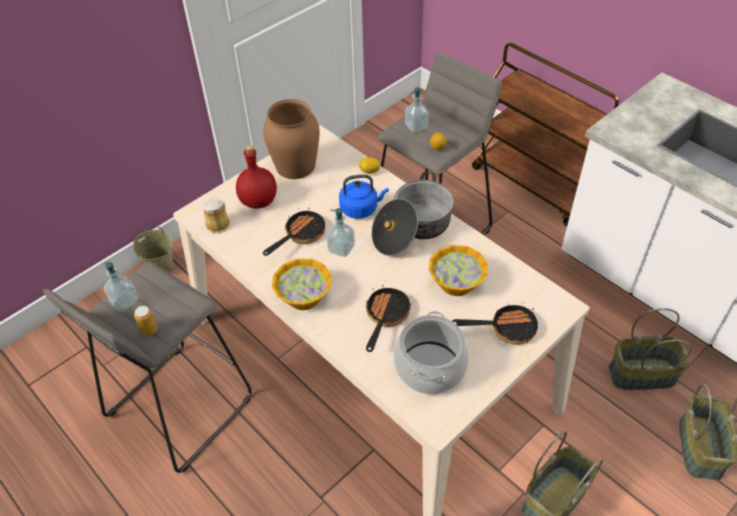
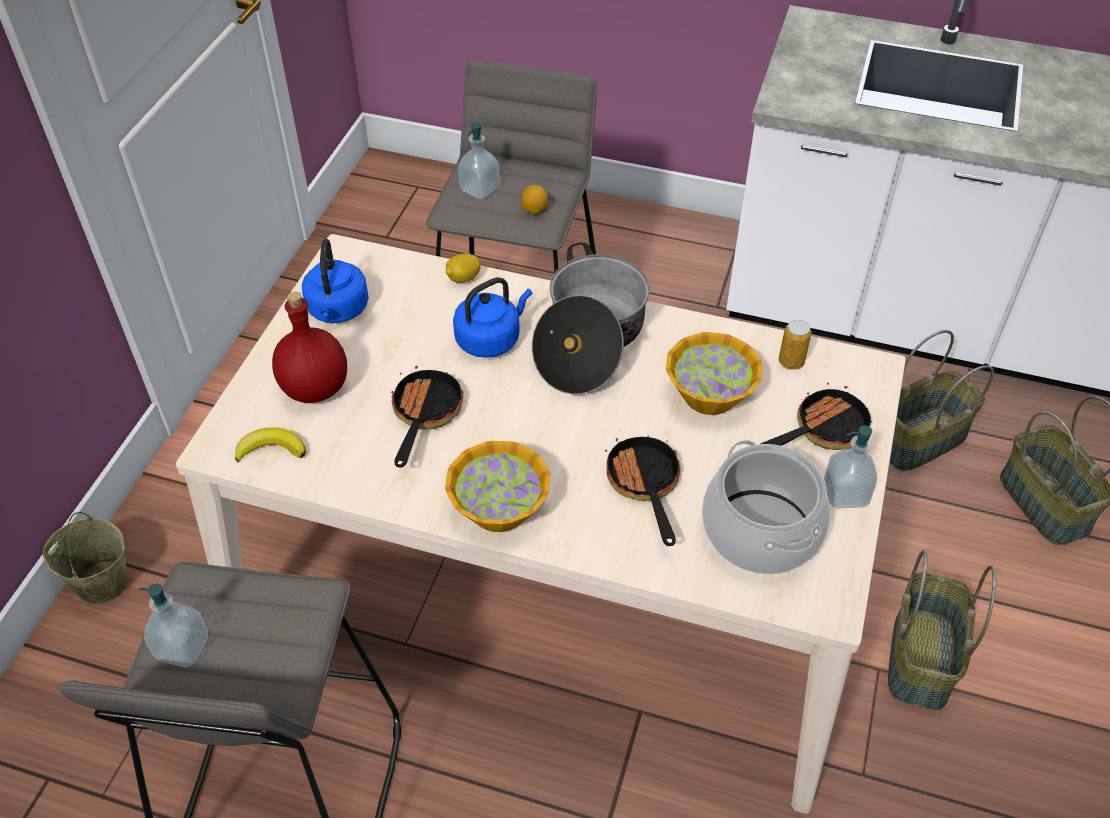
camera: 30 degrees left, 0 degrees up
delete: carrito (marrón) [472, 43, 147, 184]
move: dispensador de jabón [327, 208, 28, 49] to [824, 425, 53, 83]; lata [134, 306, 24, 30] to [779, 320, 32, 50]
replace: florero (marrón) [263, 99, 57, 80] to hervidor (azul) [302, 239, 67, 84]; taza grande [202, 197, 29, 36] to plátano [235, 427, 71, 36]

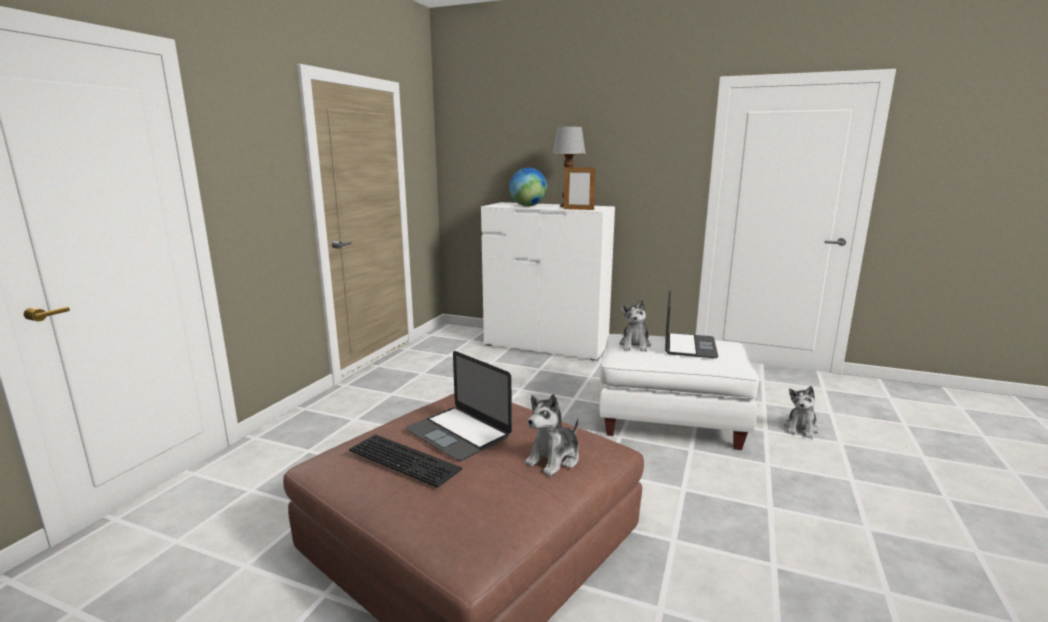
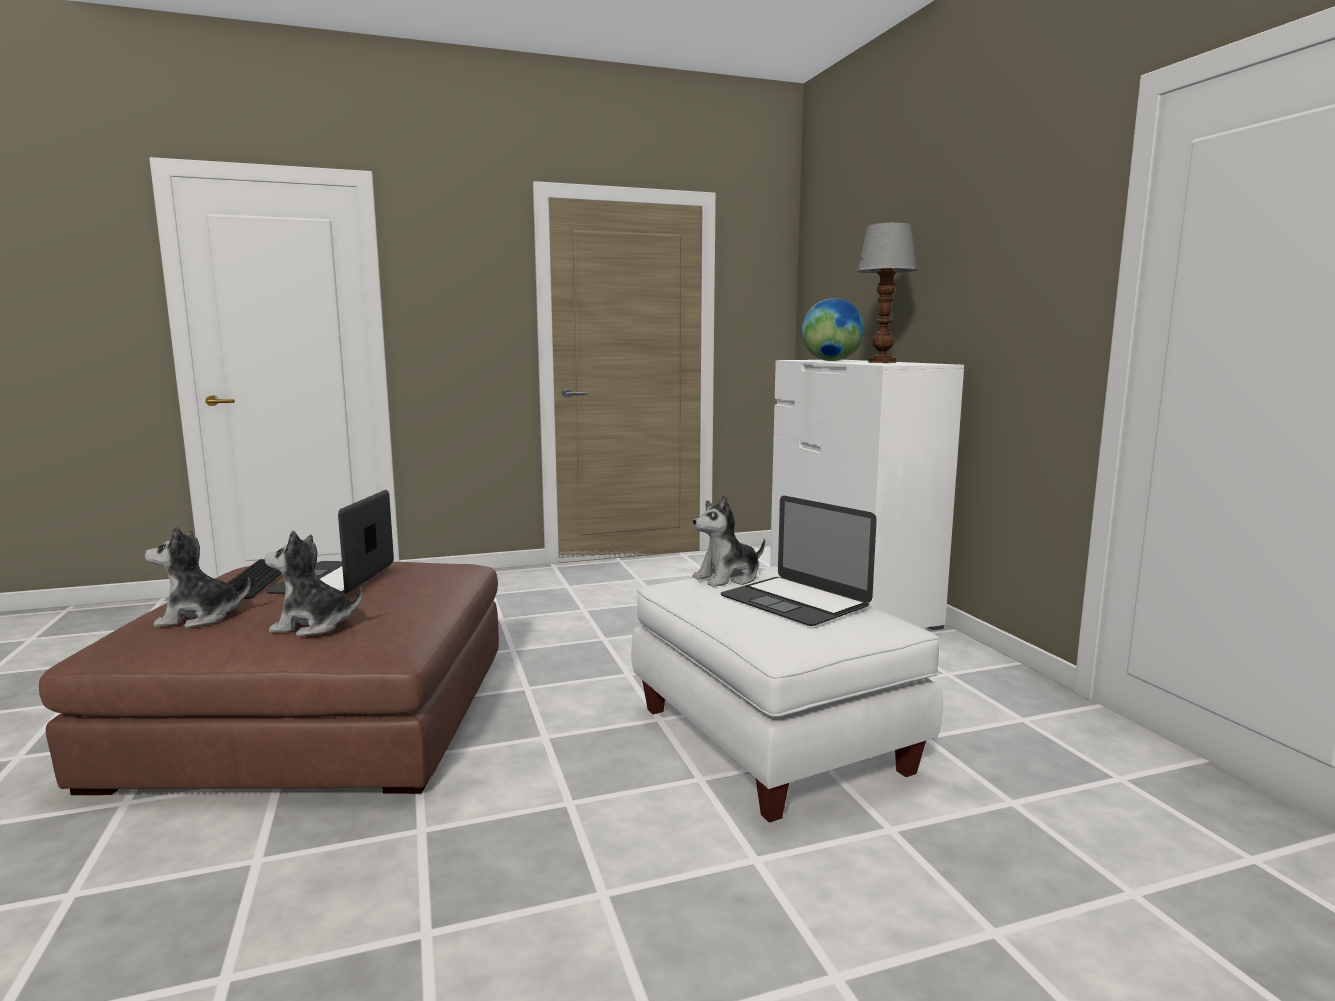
camera: 50 degrees right, 5 degrees down
delete: portarretratos [564, 166, 32, 44]
move: peluche [784, 386, 35, 53] to [145, 526, 106, 102]
rotate: portátil [665, 291, 53, 67] = [721, 496, 156, 130] 75 degrees clockwise

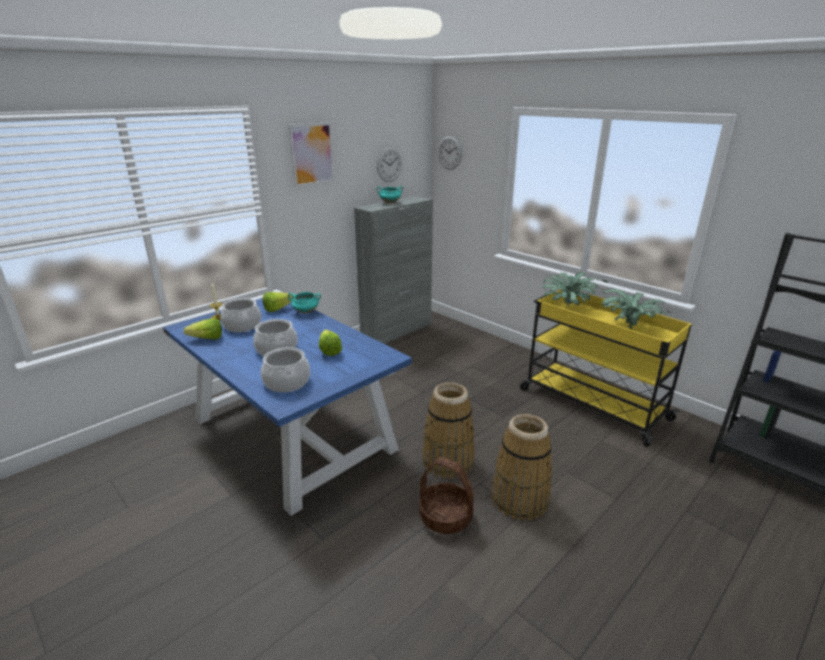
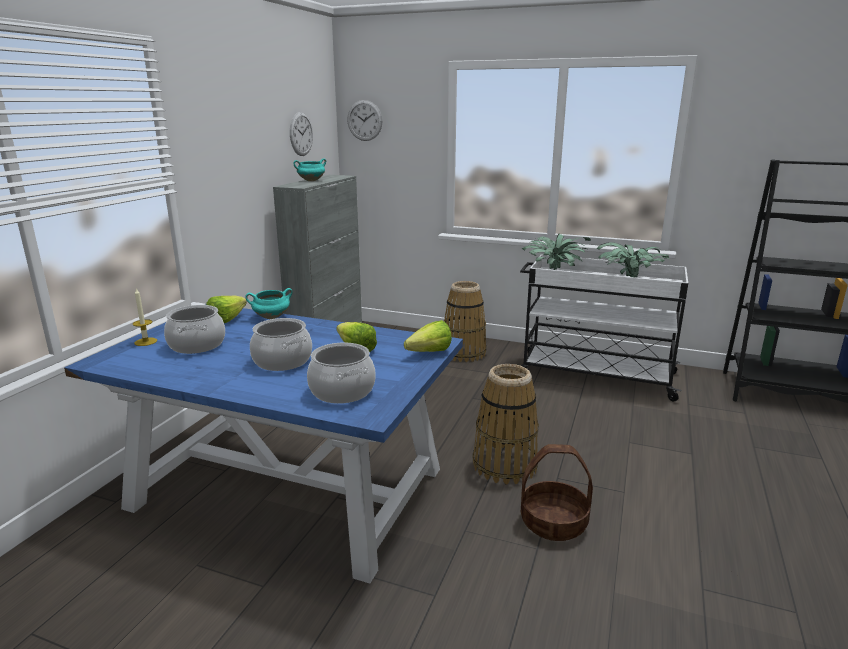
camera: 25 degrees left, 5 degrees down
delete: cuadro [289, 122, 46, 65]
move: lechuga [183, 318, 39, 21] to [404, 320, 48, 32]; cesta [491, 414, 61, 107] to [444, 281, 43, 81]
recolor: carrito (amarillo) [520, 290, 172, 157] to carrito (blanco) [520, 254, 168, 148]

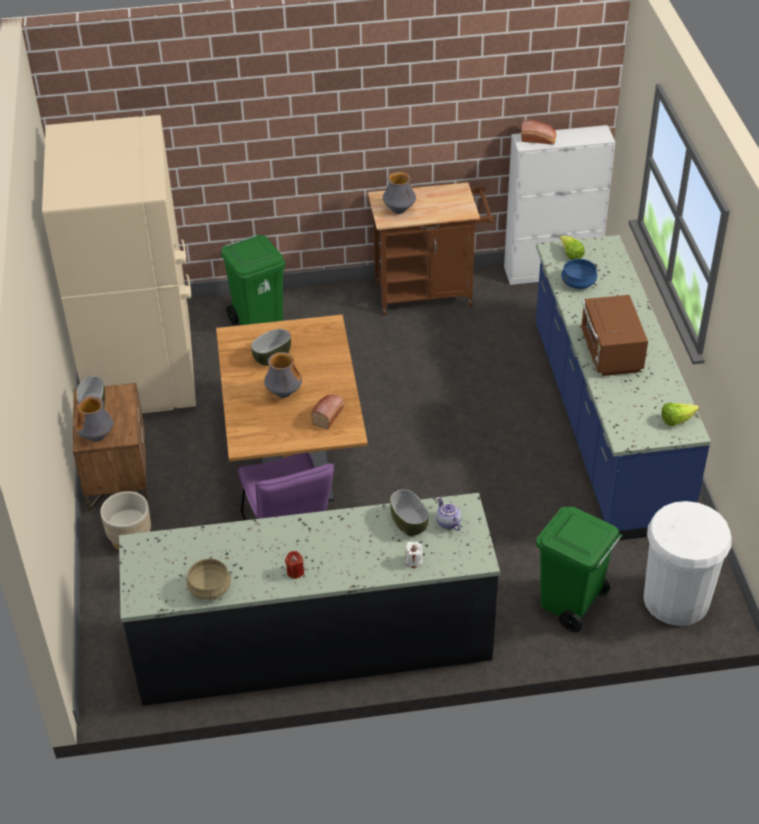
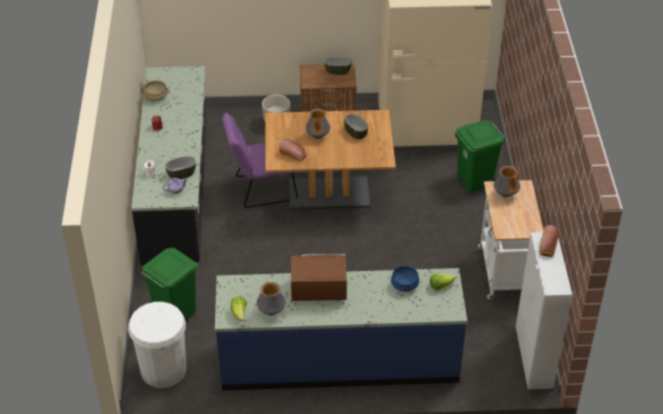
camera: 95 degrees right, 0 degrees up
move: florero [75, 396, 38, 46] to [257, 282, 29, 34]
recolor: carrito (marrón) [368, 182, 127, 133] to carrito (blanco) [478, 180, 66, 119]

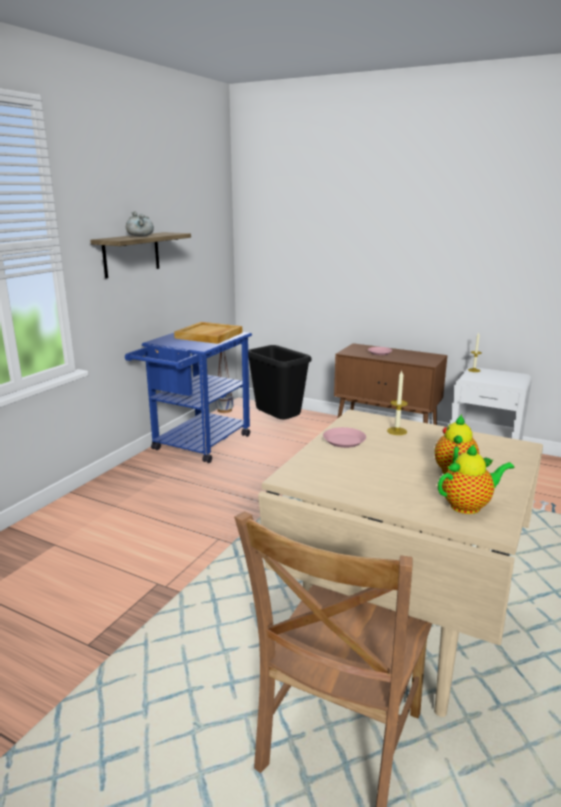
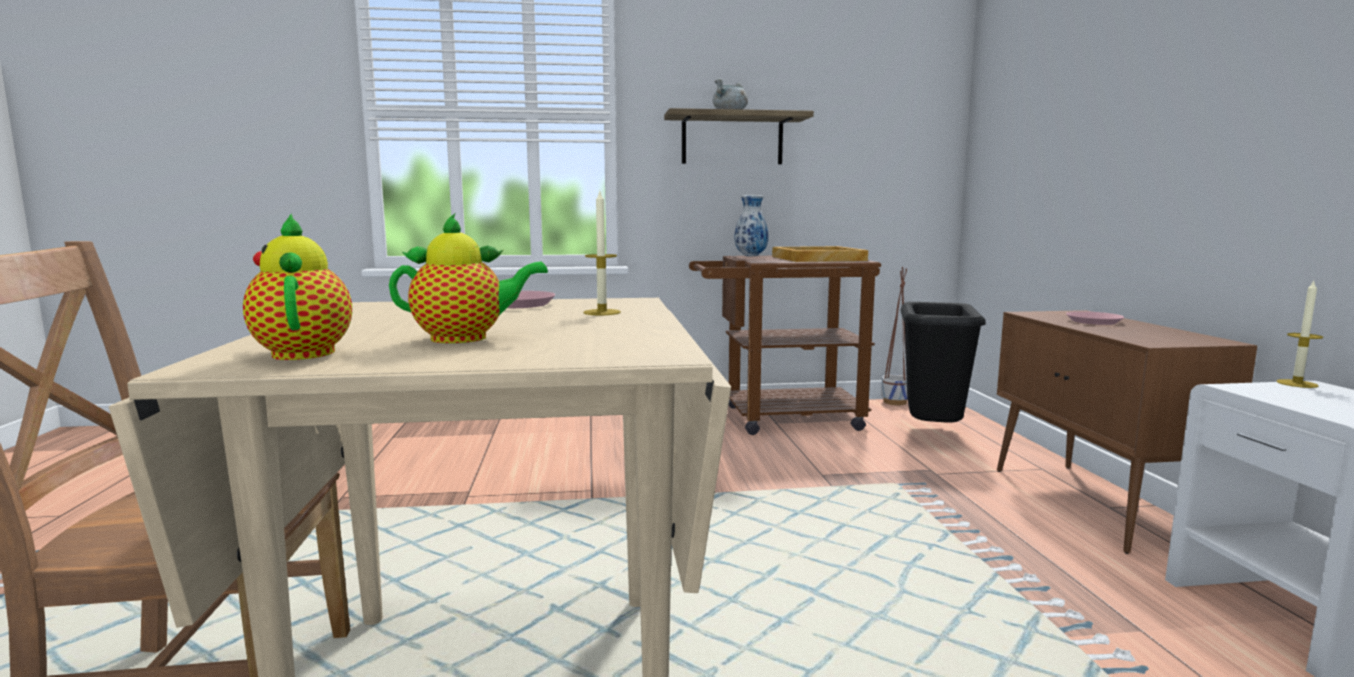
camera: 55 degrees right, 10 degrees down
insert: florero [735, 195, 34, 61]
recolor: carrito (azul) [125, 332, 127, 131] to carrito (marrón) [689, 256, 192, 179]
rotate: tetera [438, 444, 77, 70] = [243, 214, 109, 146] 150 degrees counterclockwise

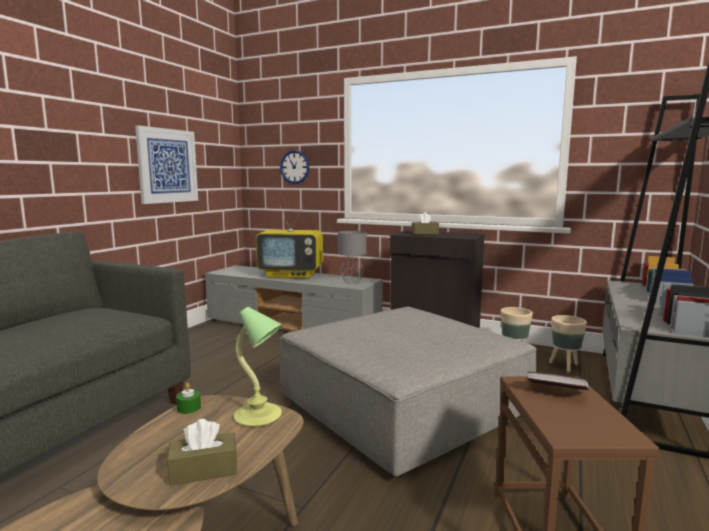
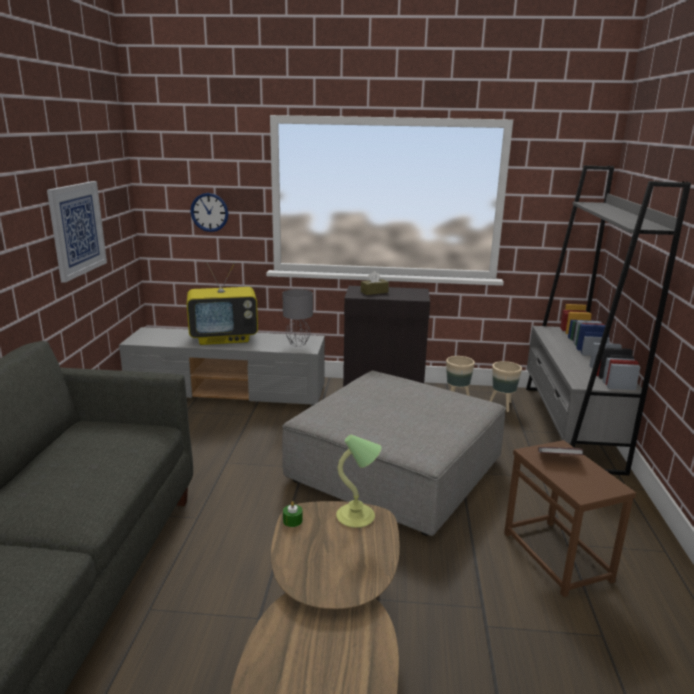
camera: 20 degrees left, 10 degrees up
delete: caja de pañuelos (marrón) [167, 419, 70, 67]

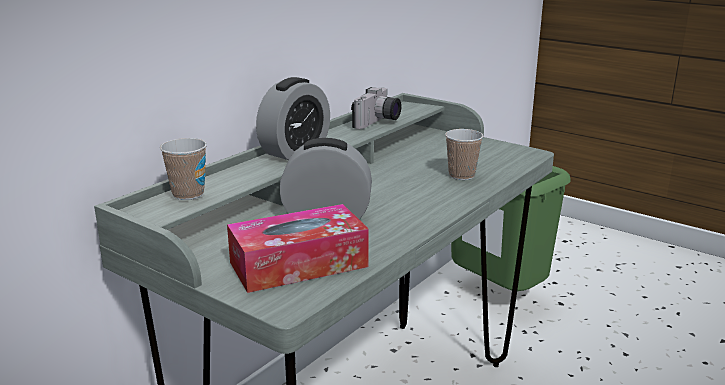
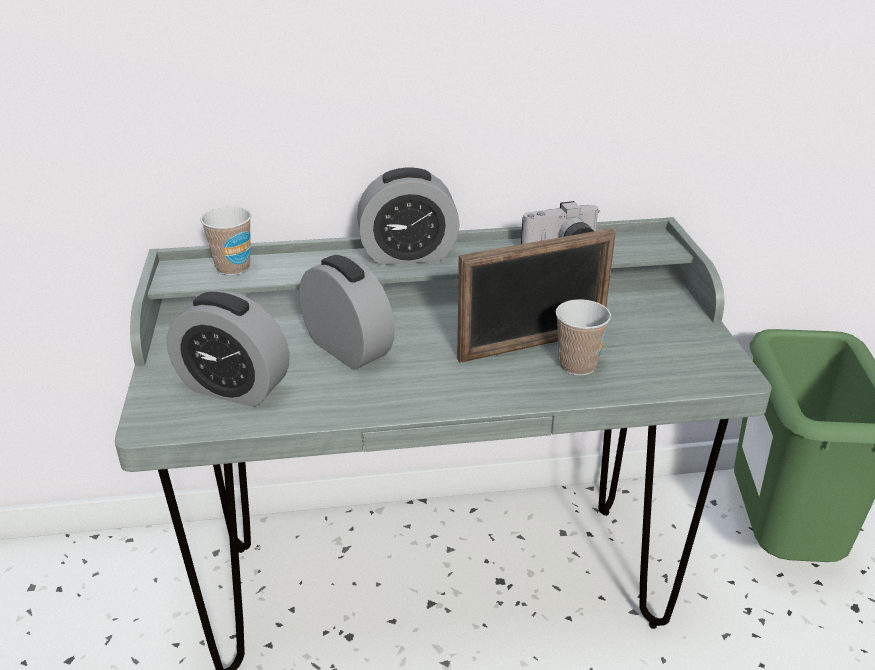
camera: 45 degrees right, 10 degrees up
insert: portarretratos [457, 228, 159, 135]
replace: caja de pañuelos [227, 204, 142, 89] to despertador [167, 291, 123, 116]

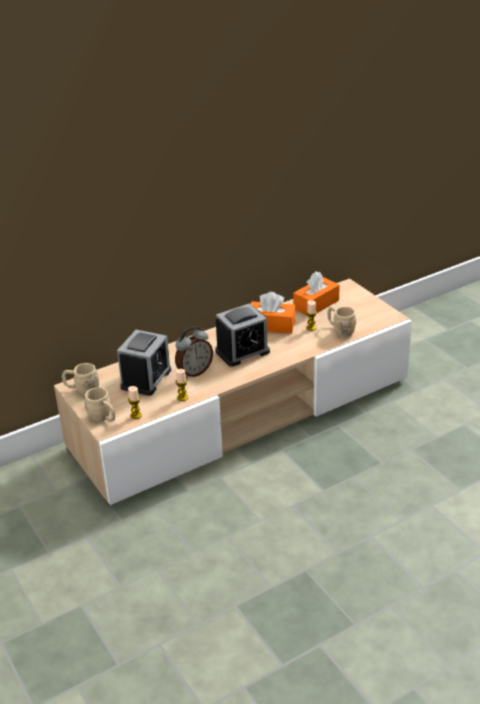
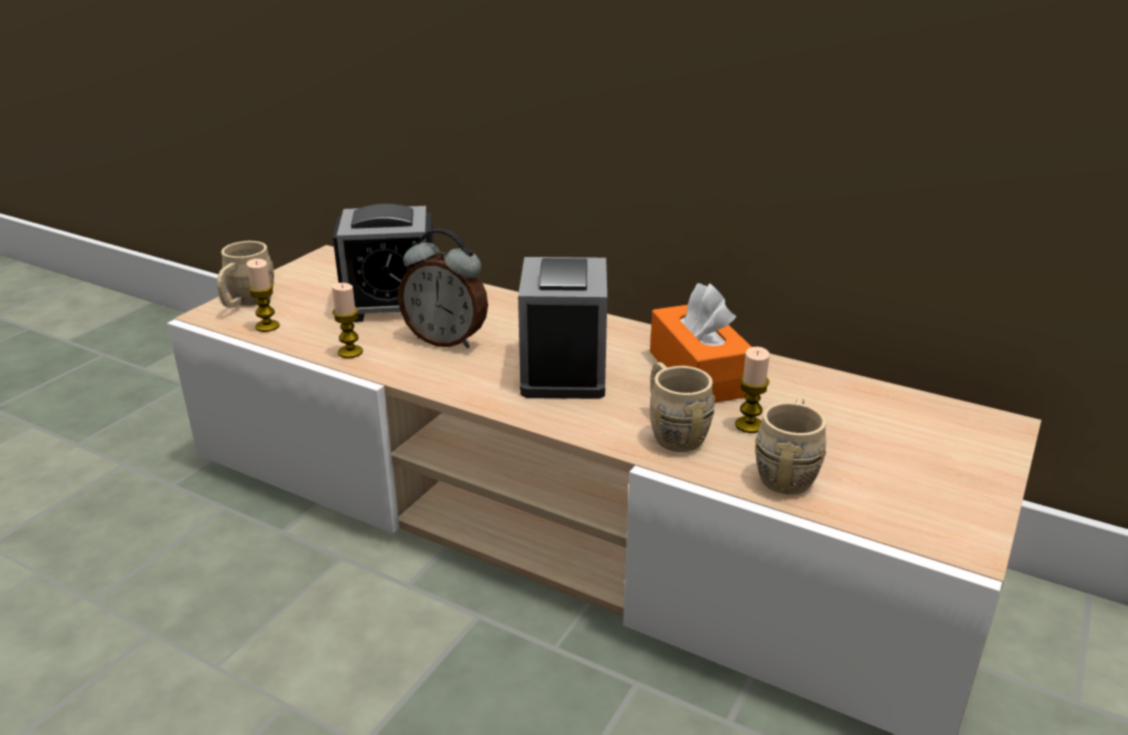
camera: 60 degrees right, 5 degrees down
delete: caja de pañuelos (naranja) [293, 271, 47, 44]
move: taza grande (beis) [62, 363, 37, 33] to [650, 362, 65, 90]
rotate: despertador [215, 303, 55, 64] = [518, 257, 89, 142] 60 degrees clockwise

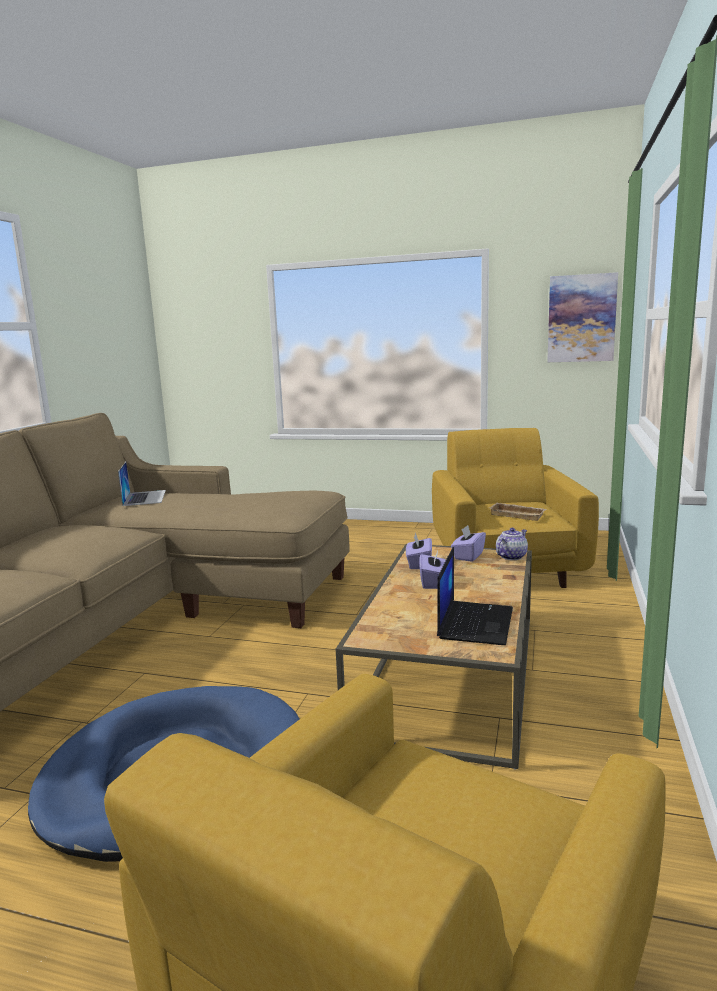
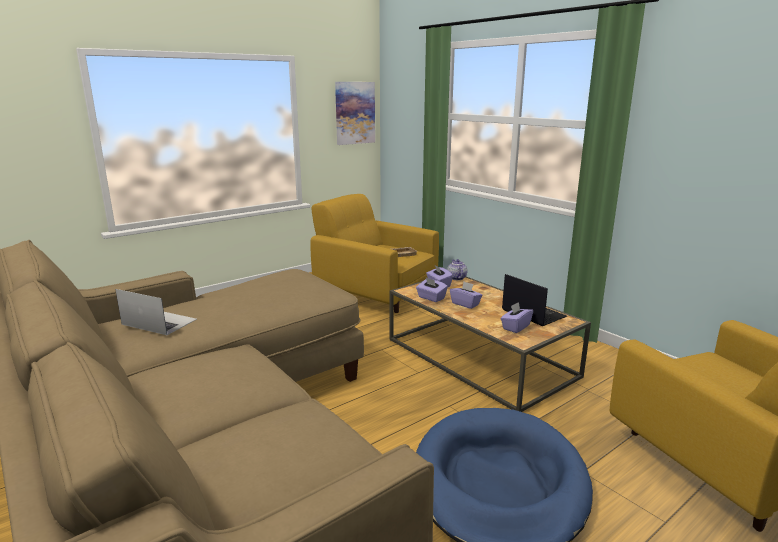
camera: 55 degrees left, 5 degrees up
insert: caja de pañuelos (morado) [501, 302, 32, 31]

